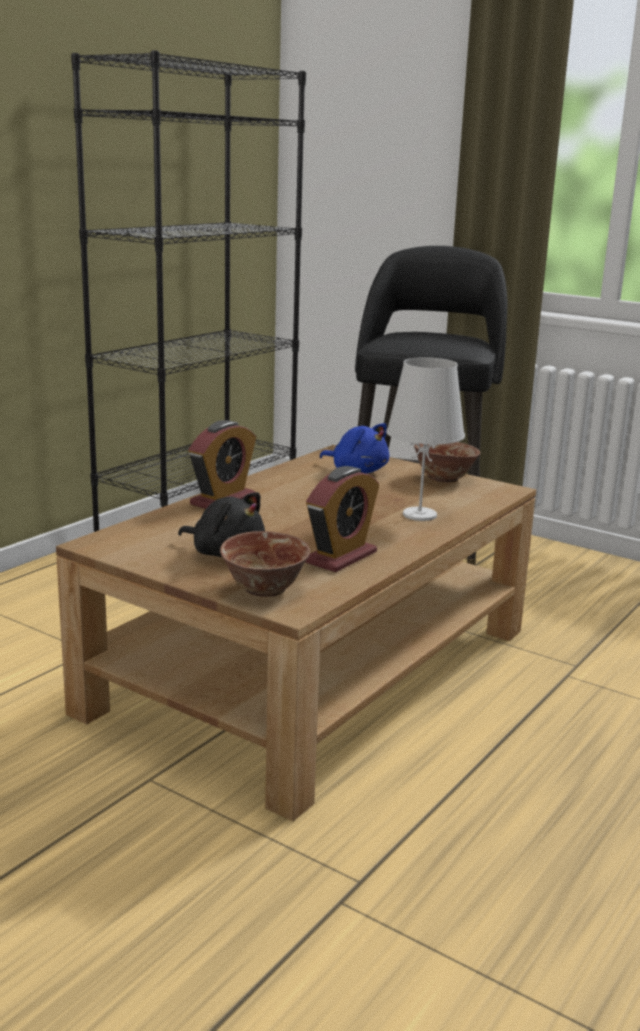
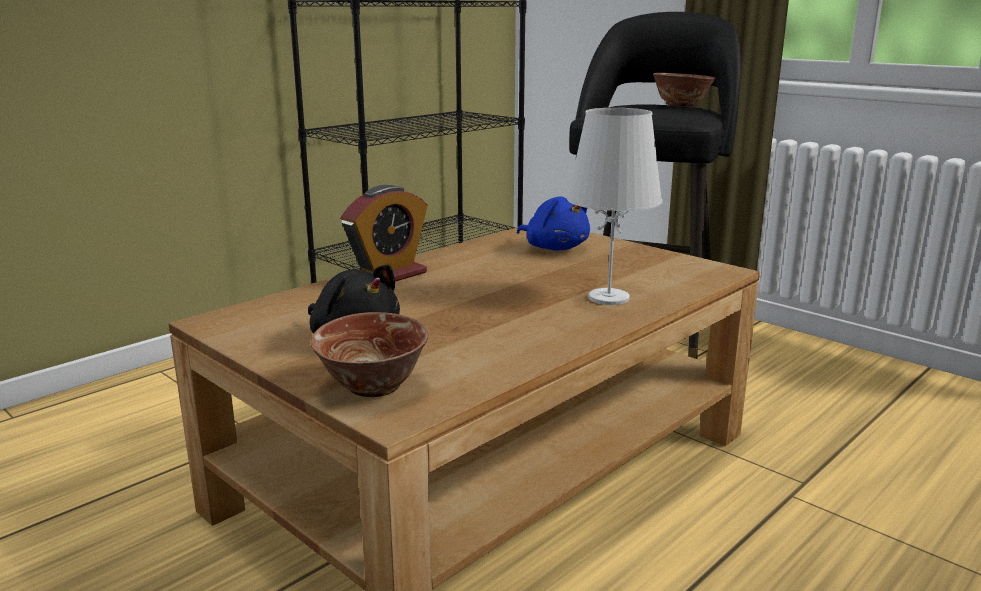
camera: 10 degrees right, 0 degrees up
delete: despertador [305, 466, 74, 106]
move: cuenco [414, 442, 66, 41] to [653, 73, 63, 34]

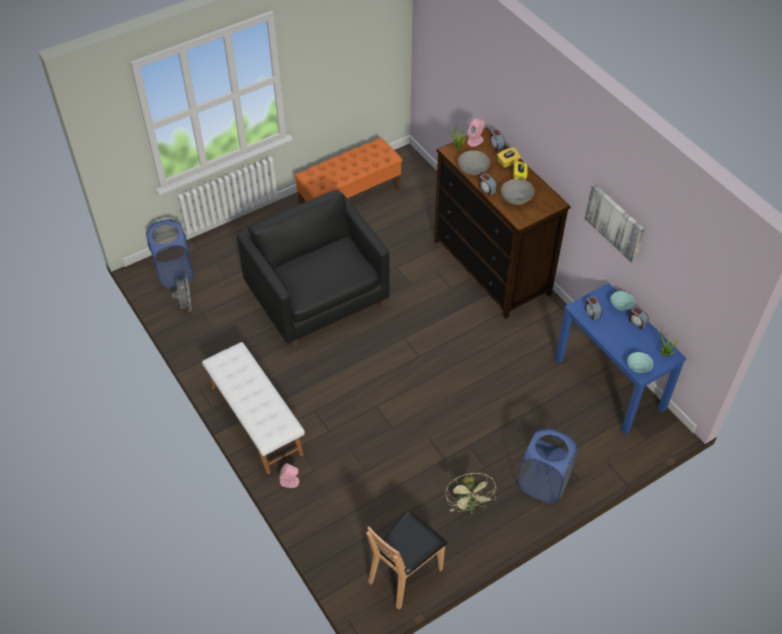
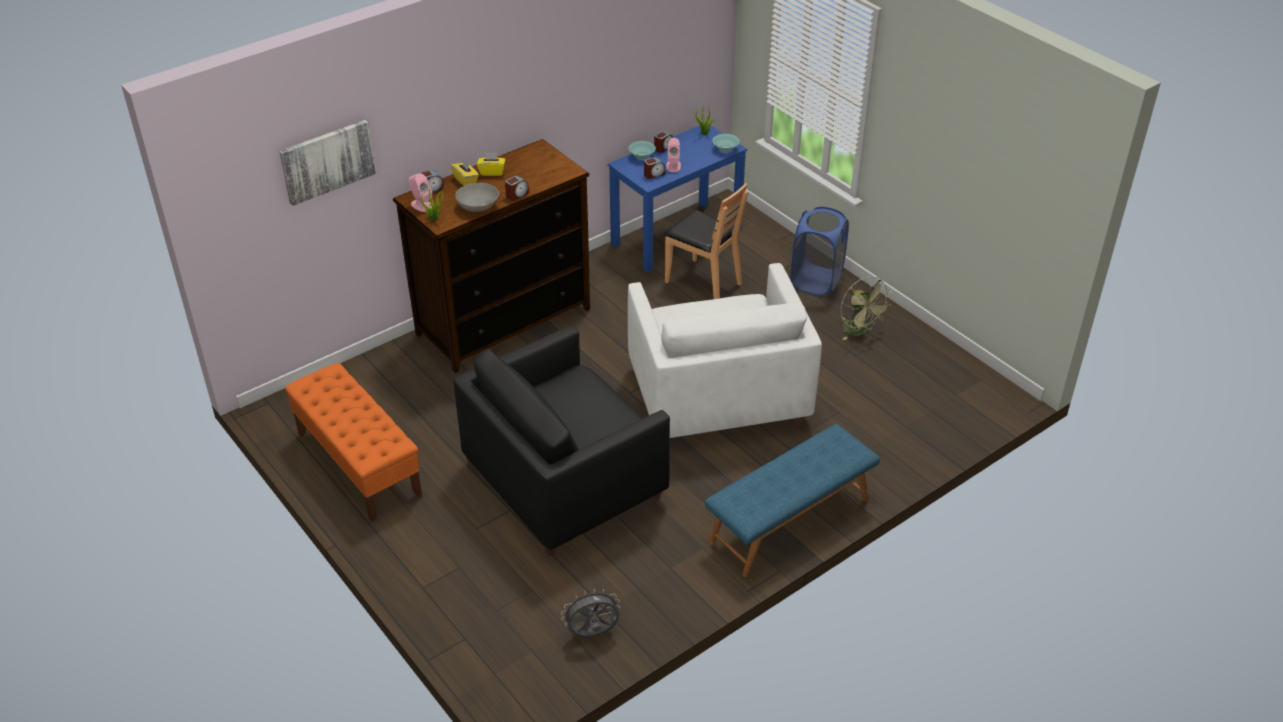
camera: 95 degrees left, 10 degrees down
delete: cuenco (gris) [501, 179, 34, 26]; cesto de la ropa (azul) [146, 219, 48, 70]
insert: sillón (blanco) [628, 263, 194, 175]
move: cuadro [585, 184, 60, 79] to [279, 120, 97, 86]; altavoz (rosa) [279, 463, 20, 25] to [666, 138, 15, 34]; silla (marrón) [366, 510, 81, 100] to [664, 183, 84, 116]
recolor: banco (blanco) [202, 342, 103, 132] to banco (azul) [705, 424, 175, 153]
rotate: ventilador (verde) [445, 473, 51, 40] = [841, 276, 51, 64] 75 degrees clockwise

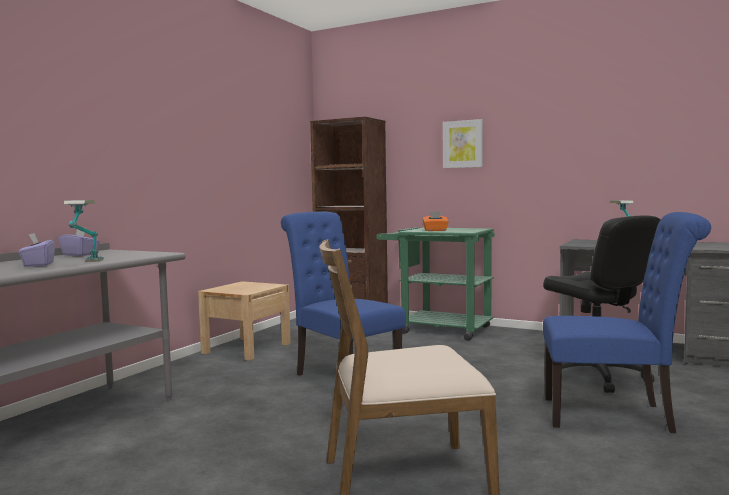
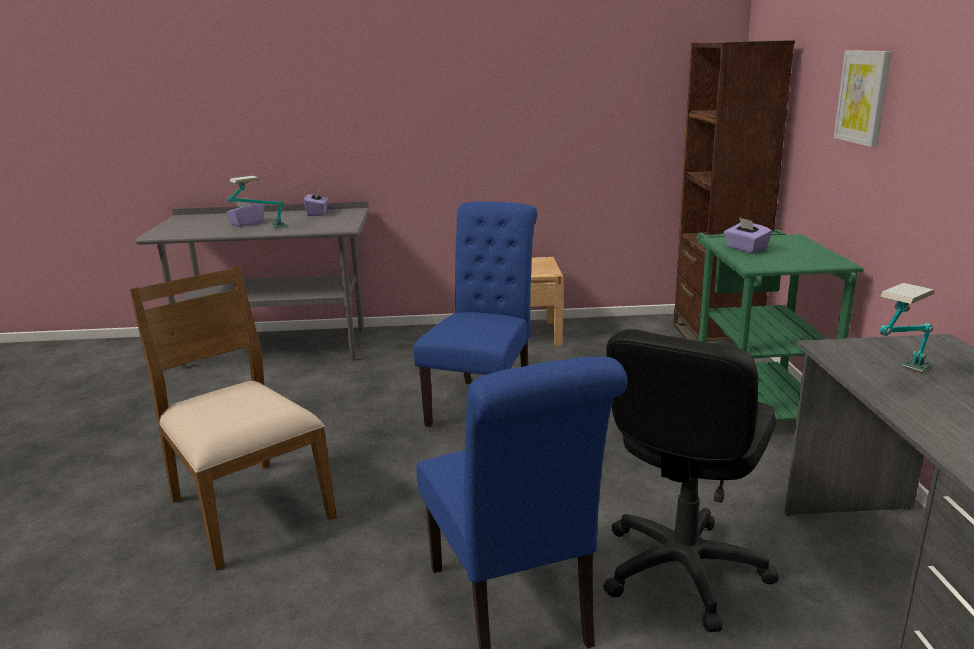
camera: 60 degrees right, 15 degrees up
recolor: caja de pañuelos (naranja) [422, 212, 27, 19] to caja de pañuelos (morado) [724, 217, 48, 36]

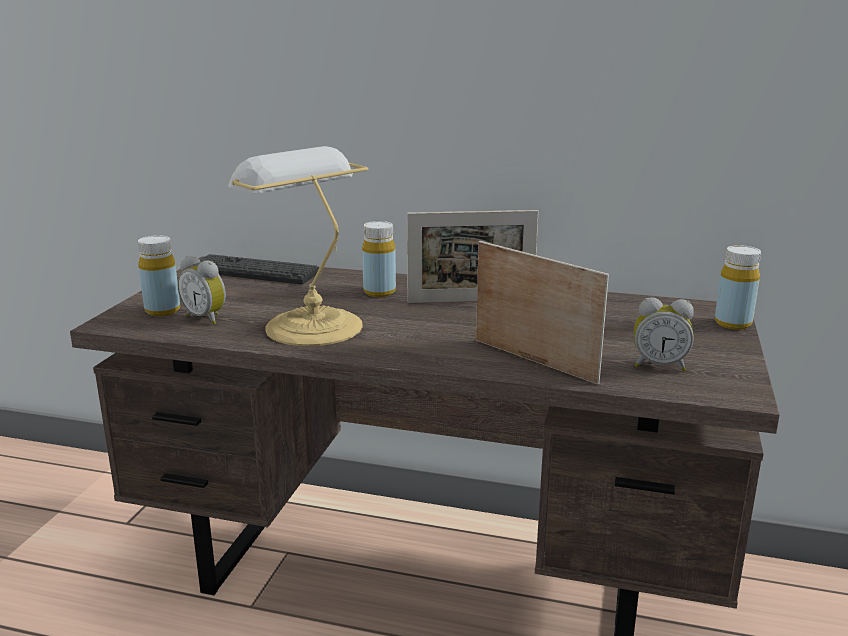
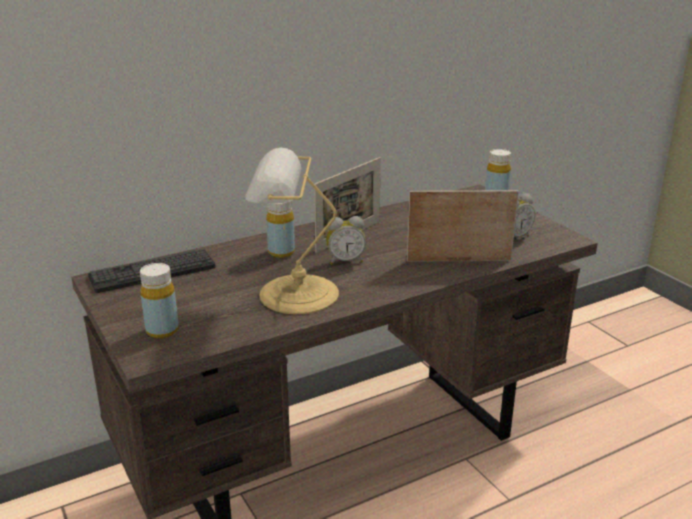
camera: 45 degrees left, 5 degrees up
move: despertador [177, 256, 49, 69] to [326, 216, 40, 49]

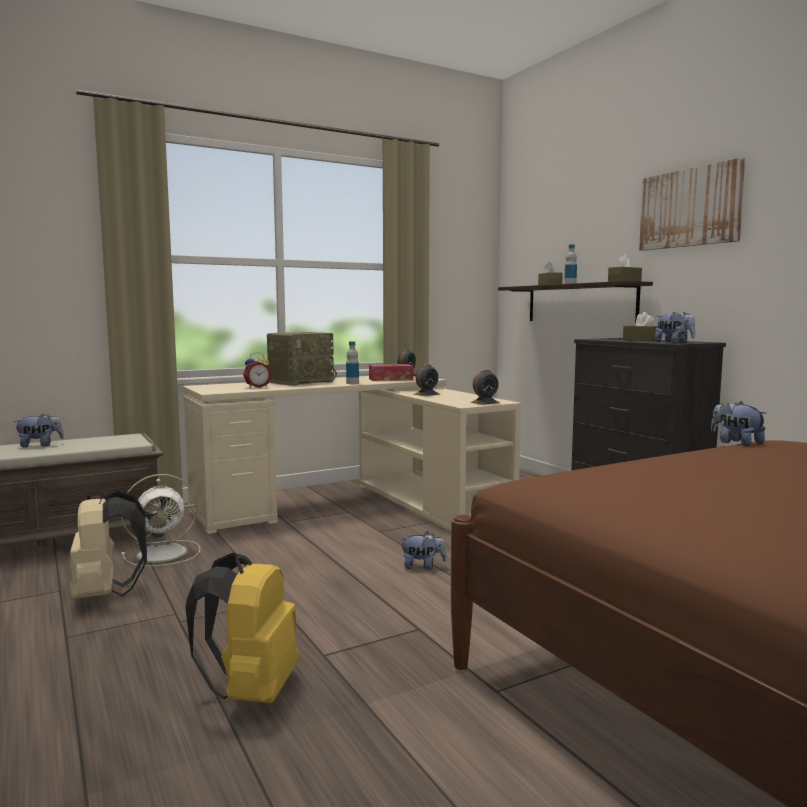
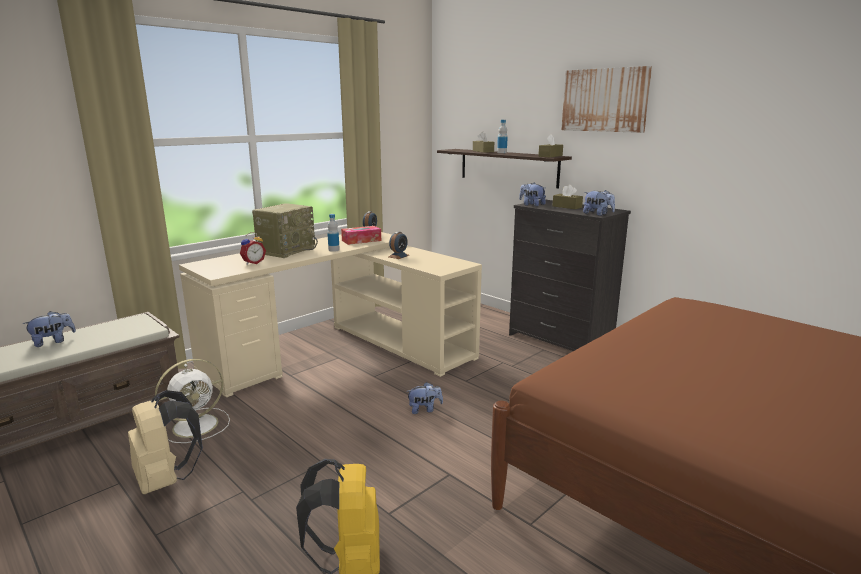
camera: 15 degrees left, 10 degrees up
delete: despertador [471, 370, 29, 35]
move: peluche [711, 401, 55, 45] to [519, 182, 27, 24]

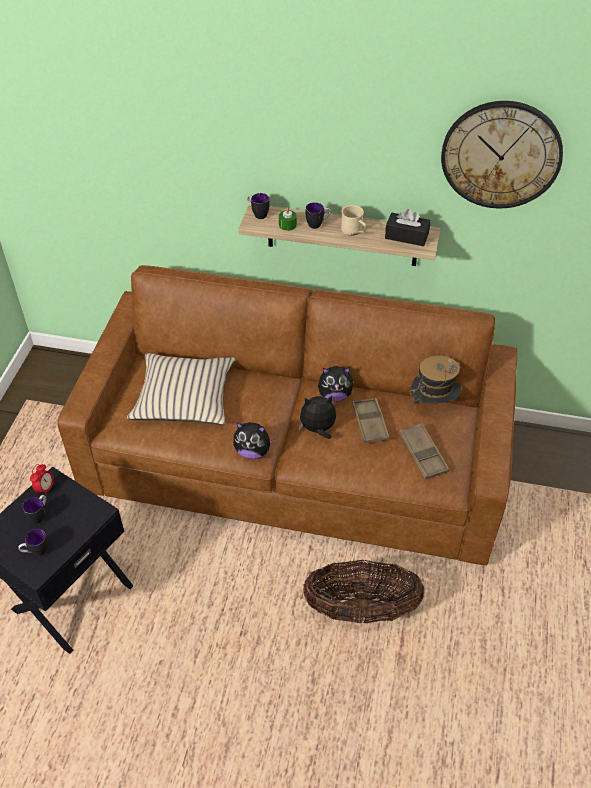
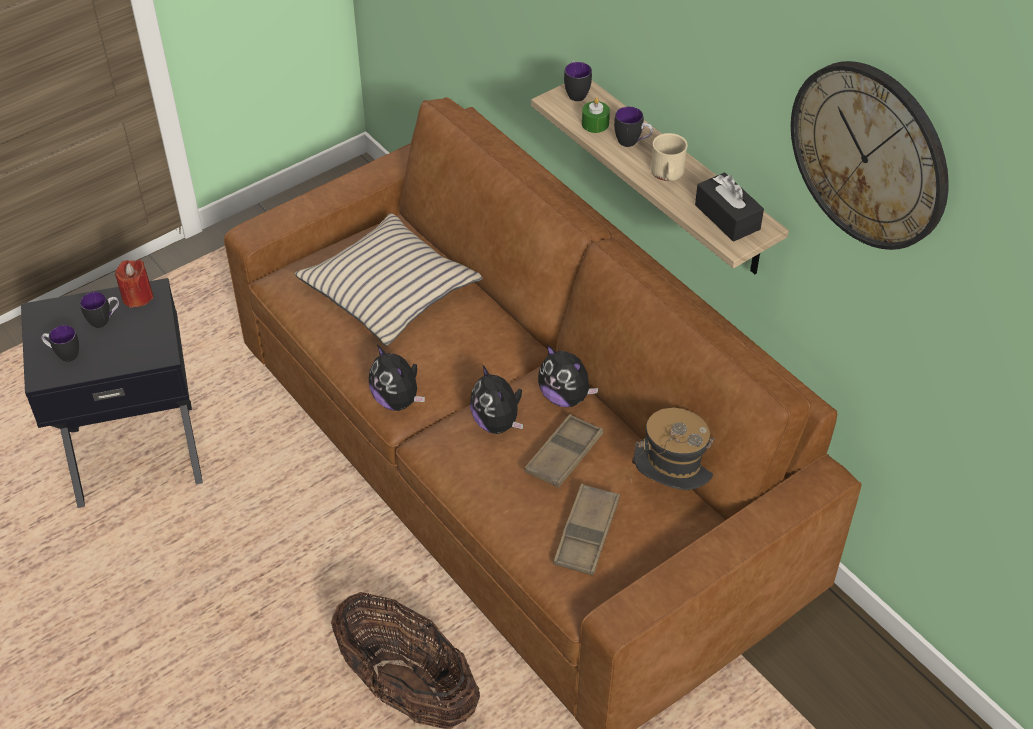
camera: 40 degrees right, 0 degrees up
replace: despertador [30, 464, 25, 33] to vela (rojo) [115, 260, 38, 48]
rotate: peluche [298, 395, 38, 44] = [470, 365, 53, 69] 150 degrees counterclockwise

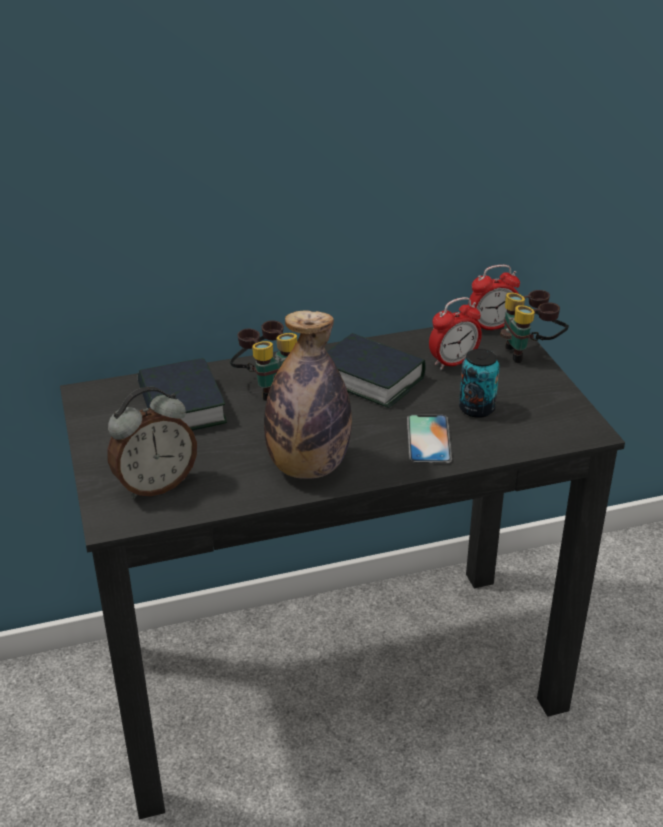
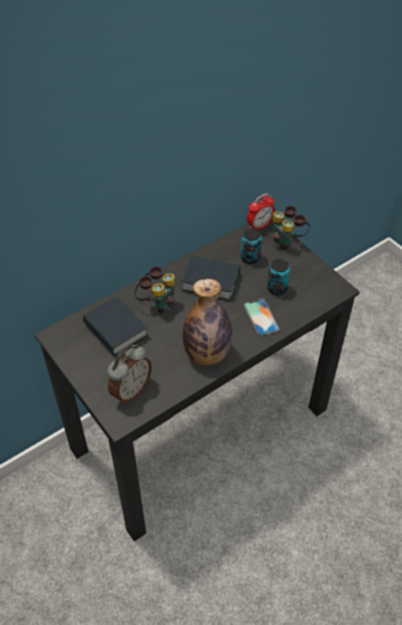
camera: 20 degrees left, 15 degrees up
replace: despertador [429, 297, 53, 73] to lata [241, 228, 21, 36]

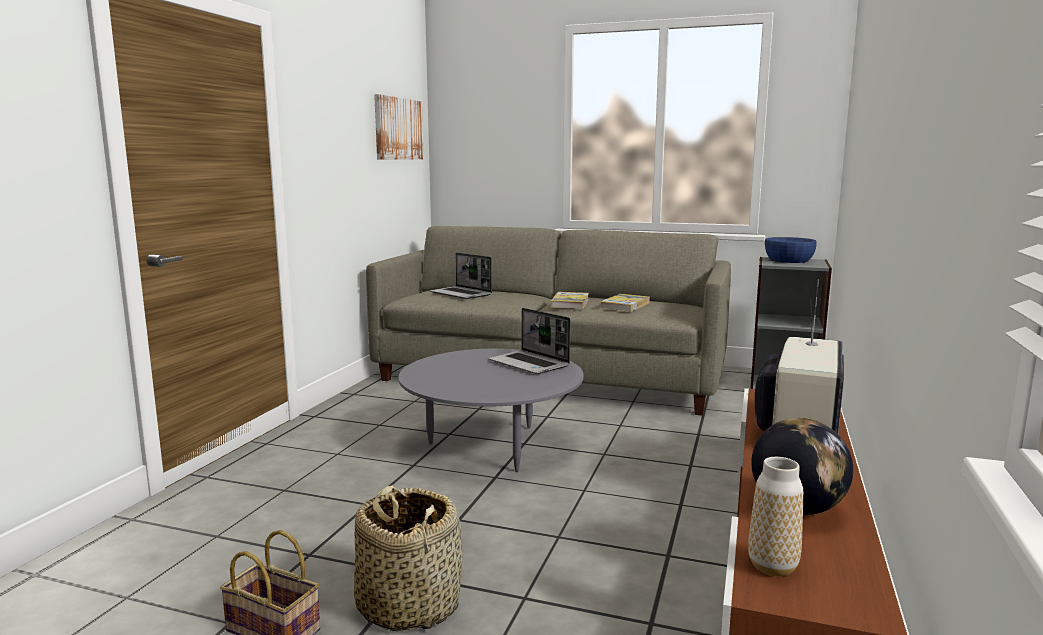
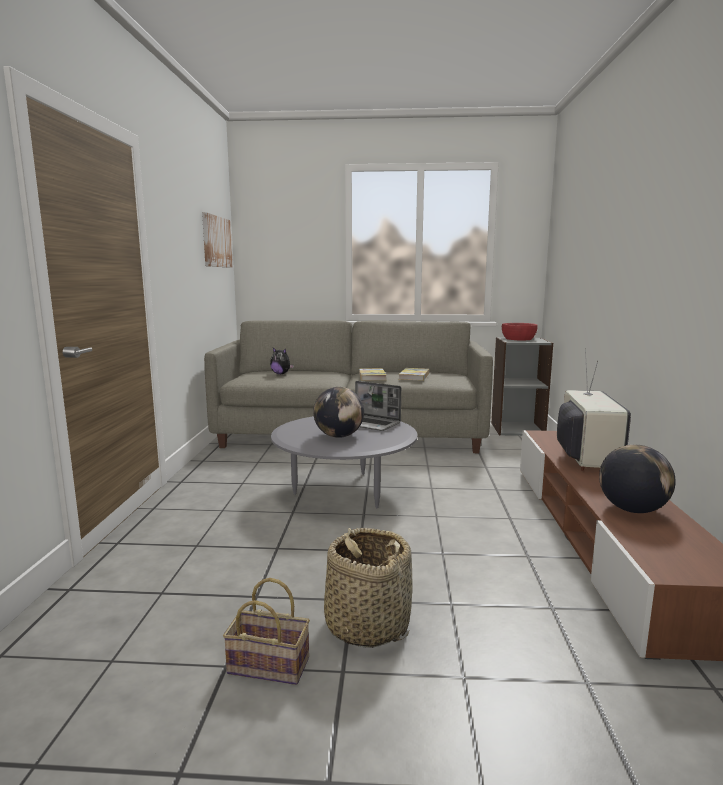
camera: 15 degrees left, 0 degrees up
delete: florero [748, 457, 55, 119]
insert: globo terráqueo [313, 387, 51, 51]
replace: portátil [430, 253, 62, 46] to peluche [270, 348, 24, 26]
recolor: cuenco (azul) [765, 237, 52, 26] to cuenco (rojo) [502, 323, 36, 17]

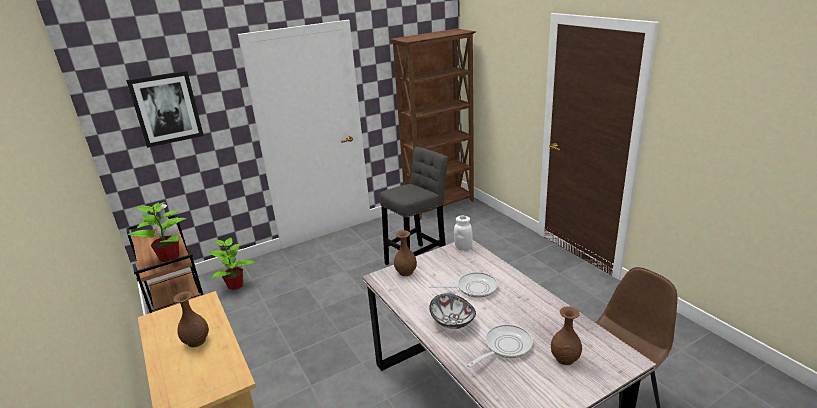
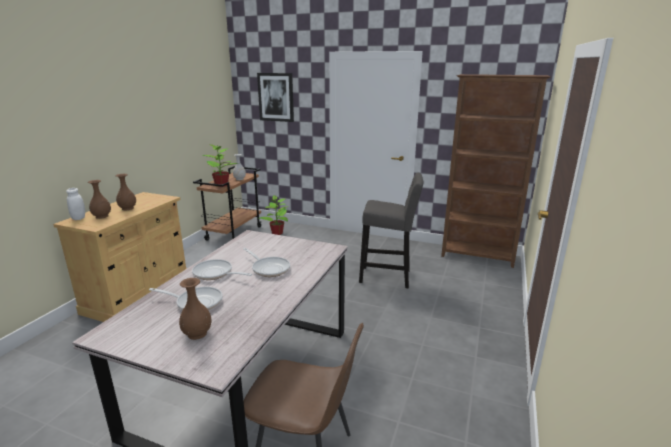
camera: 50 degrees right, 5 degrees down
move: tarro (blanco) [454, 216, 19, 35] to [66, 188, 19, 32]; florero (marrón) [394, 230, 23, 46] to [88, 180, 23, 39]
replace: cuenco [429, 293, 47, 36] to sartén [192, 259, 60, 21]

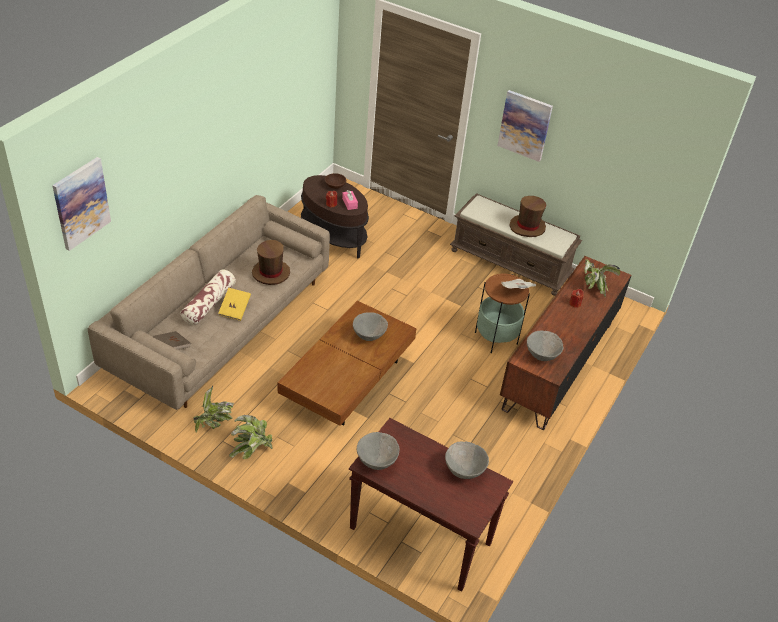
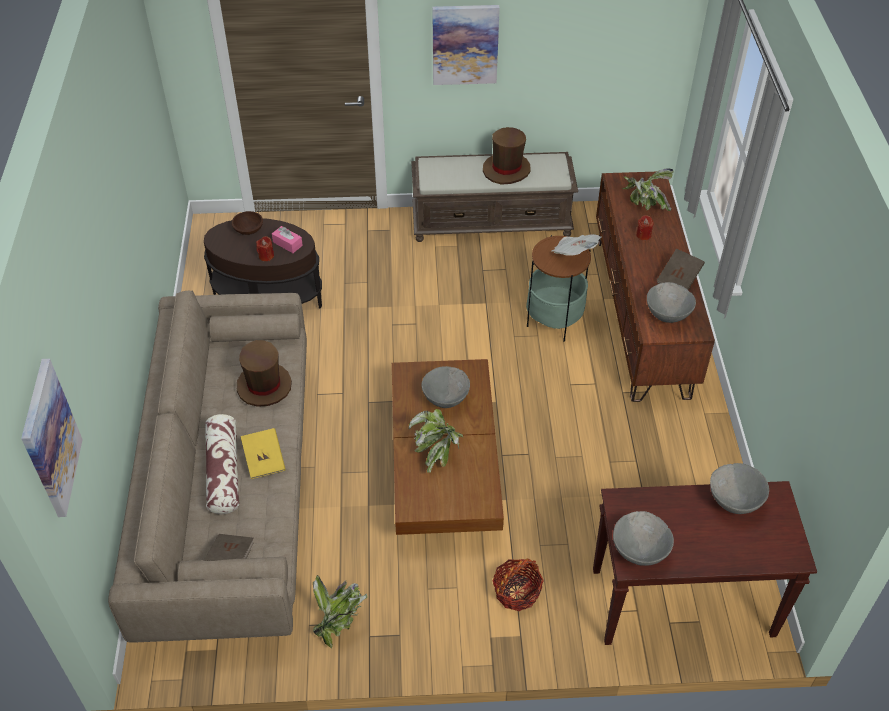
camera: 30 degrees left, 5 degrees up
insert: libro (marrón) [657, 248, 48, 42]; cesta [493, 559, 51, 52]
move: planta en maceta [229, 415, 44, 44] to [409, 409, 54, 64]

